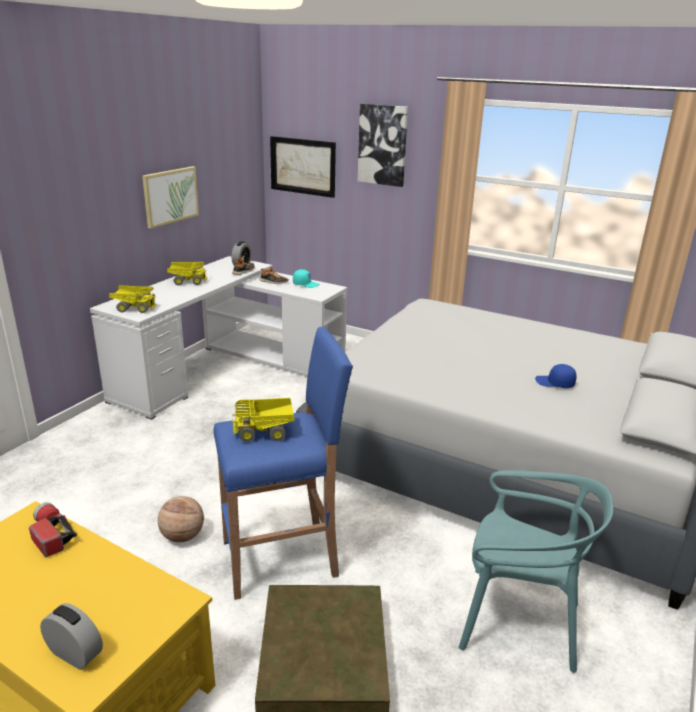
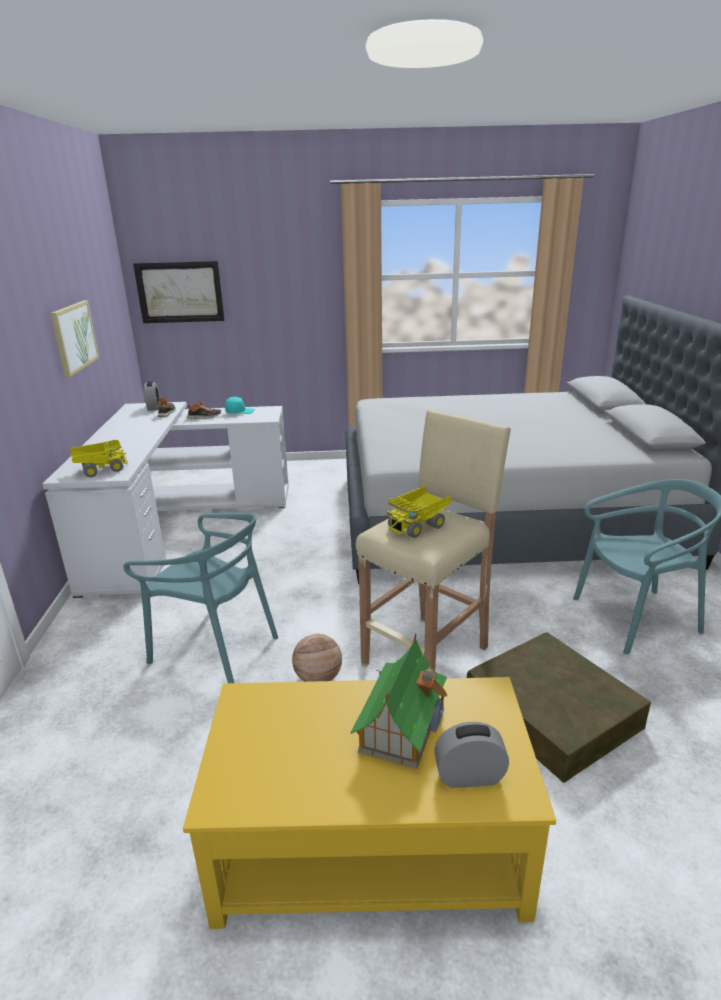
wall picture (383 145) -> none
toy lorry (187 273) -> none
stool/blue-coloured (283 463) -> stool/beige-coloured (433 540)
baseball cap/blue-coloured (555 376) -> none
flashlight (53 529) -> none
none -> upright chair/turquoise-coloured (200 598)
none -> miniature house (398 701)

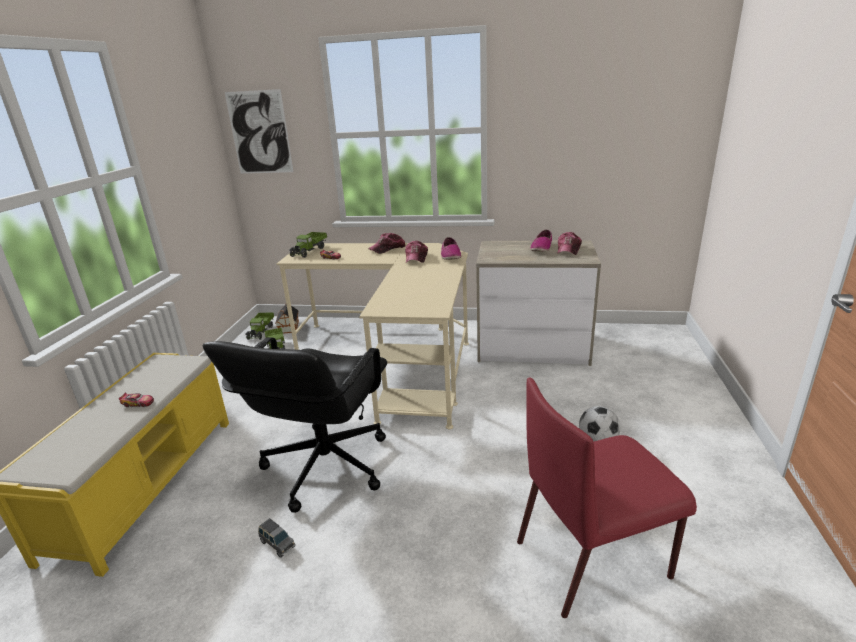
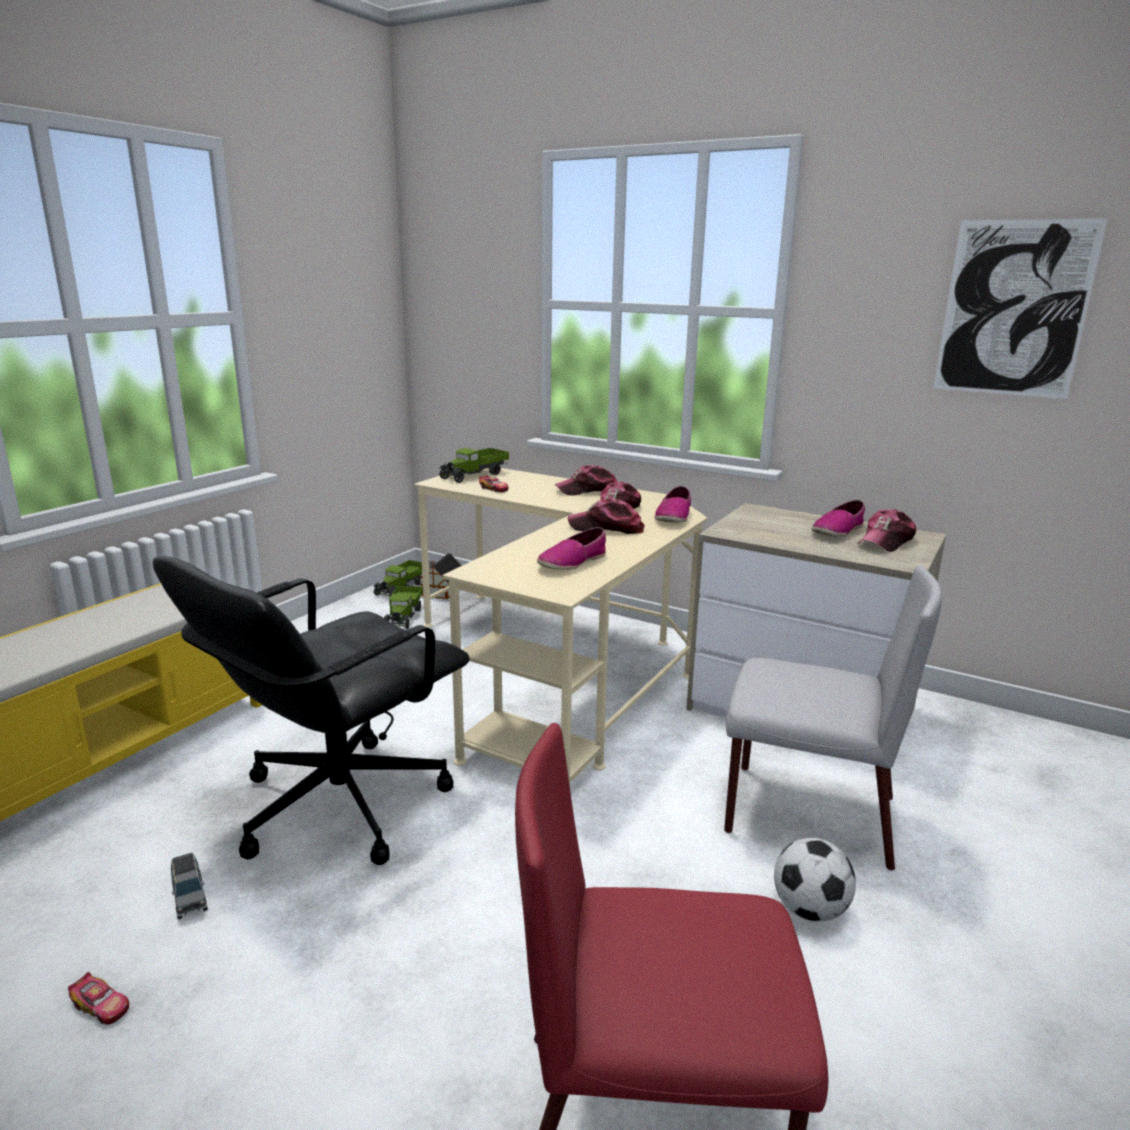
wall picture (259 131) -> wall picture (1020 309), shifted
miniature car (136 400) -> miniature car (98 998), shifted
none -> baseball cap (606 516)
none -> item of footwear (571 548)
none -> upright chair/grey (833 718)

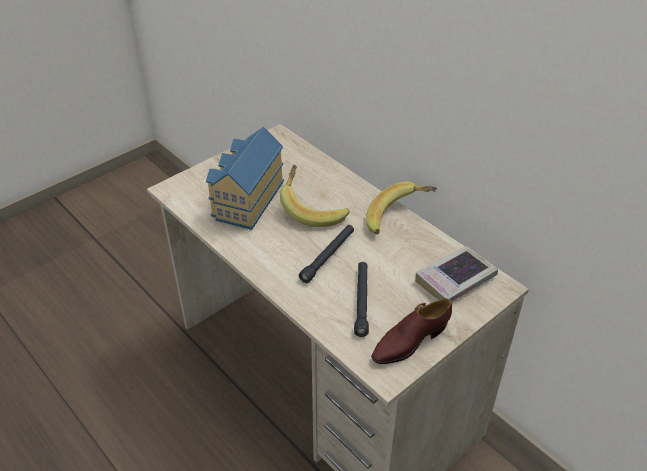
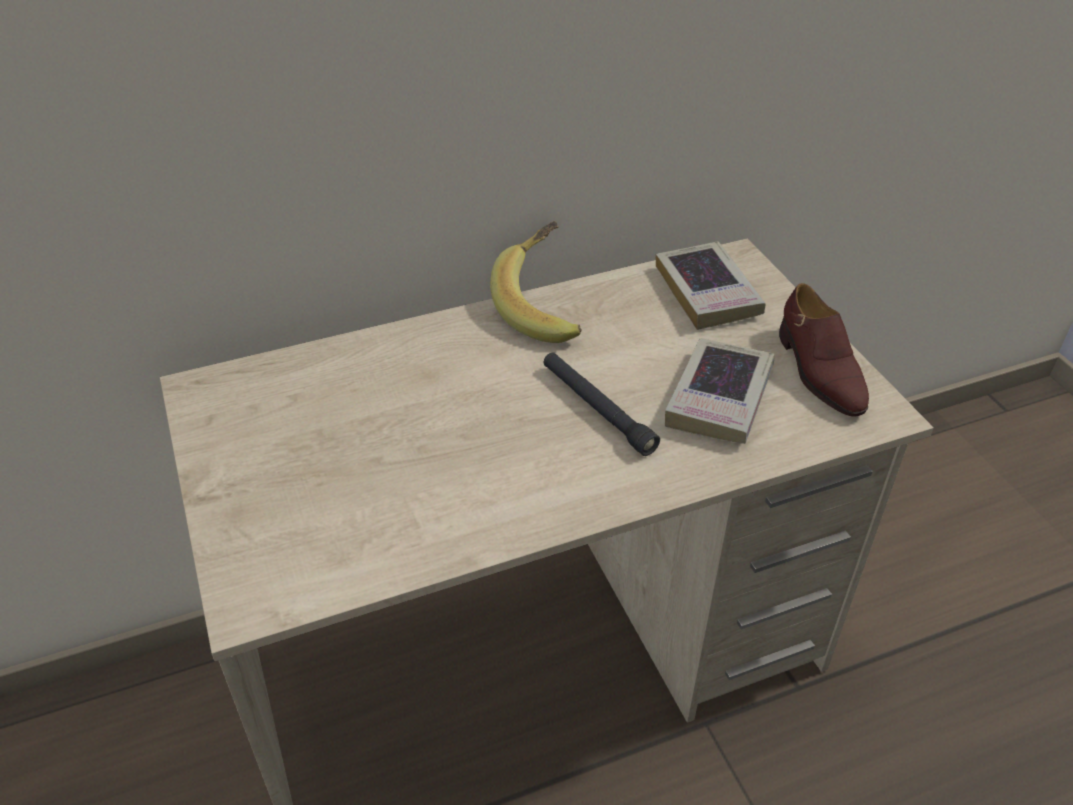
miniature house (245 178) -> none
whole banana (315 196) -> none
flashlight/black (361 299) -> book (719 391)

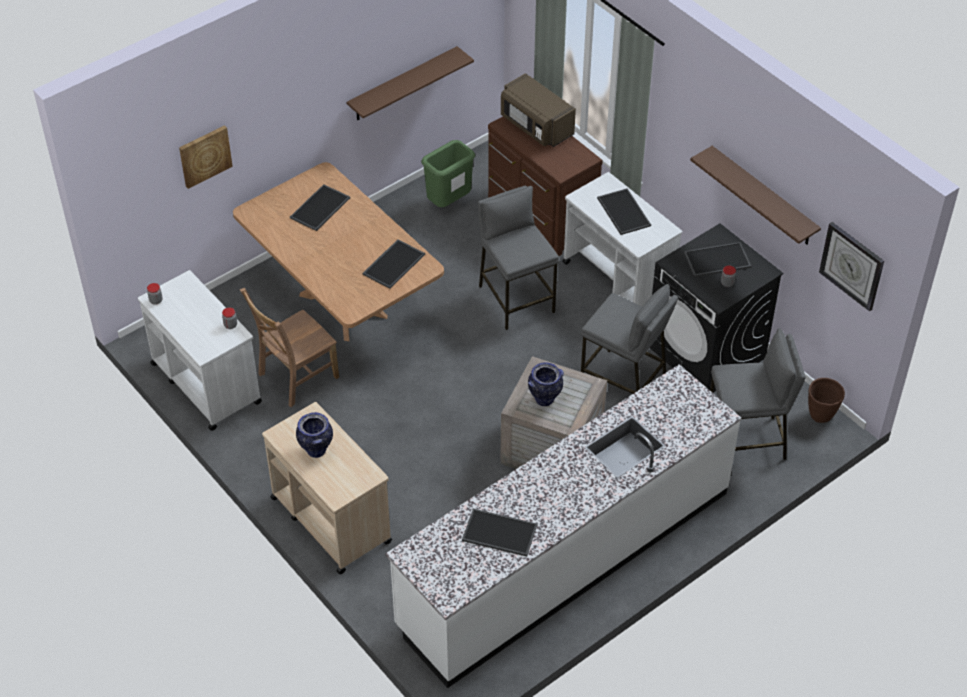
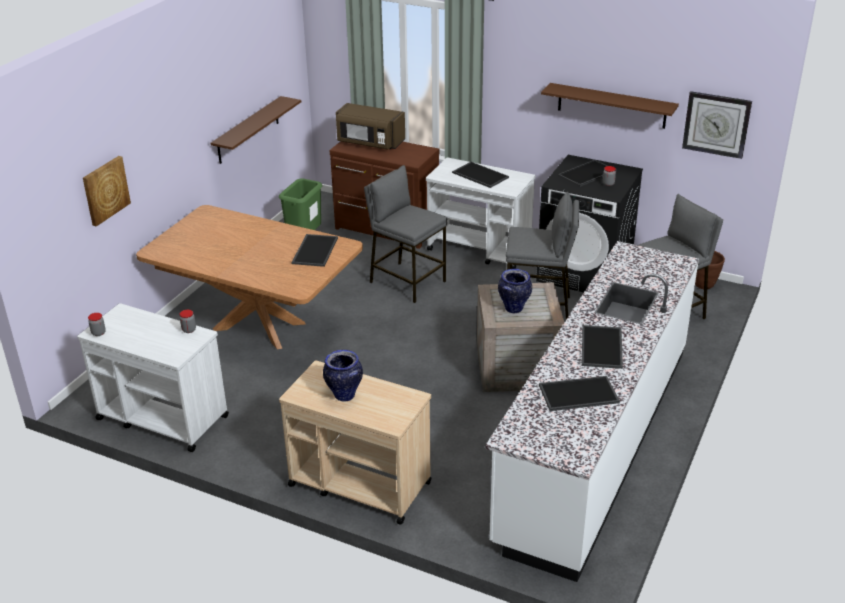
serving tray (320 207) -> serving tray (602 347), shifted
upright chair/brown (289 347) -> none

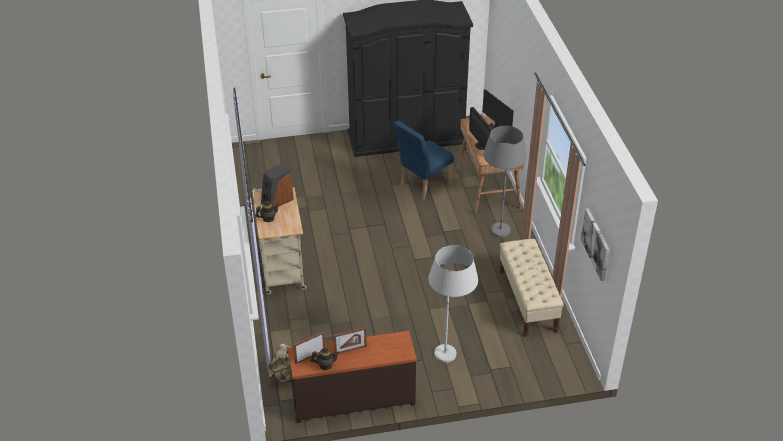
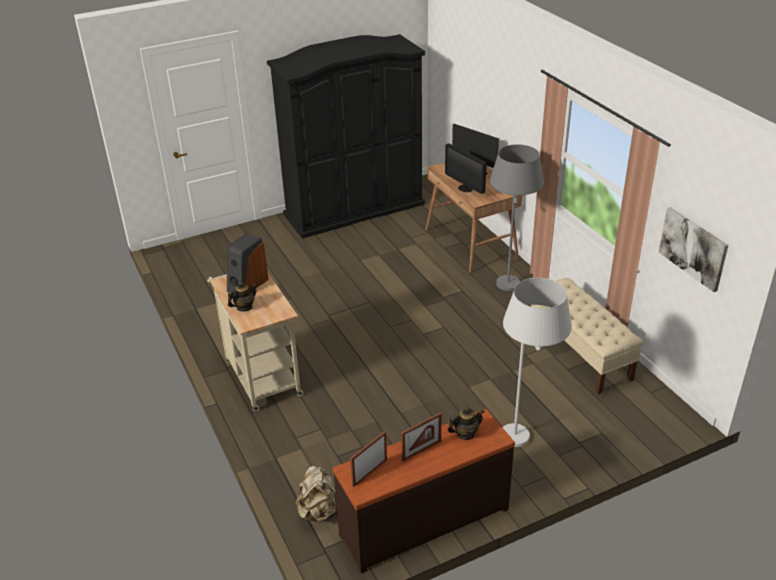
upright chair/blue-coloured (424 161) -> none
tea pot (325 358) -> tea pot (466 423), shifted

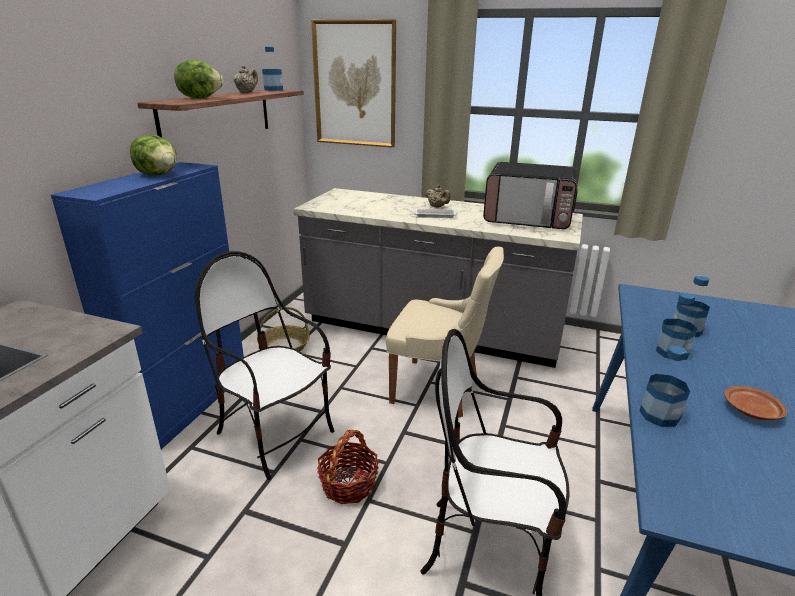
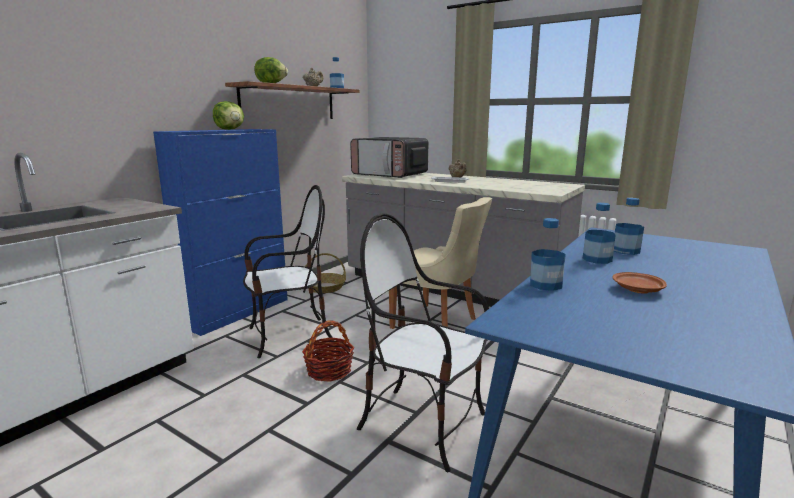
wall picture (353 83) -> none
microwave (530 195) -> microwave (389 157), shifted
upright chair (264 365) -> upright chair (288 271), 105 degrees clockwise

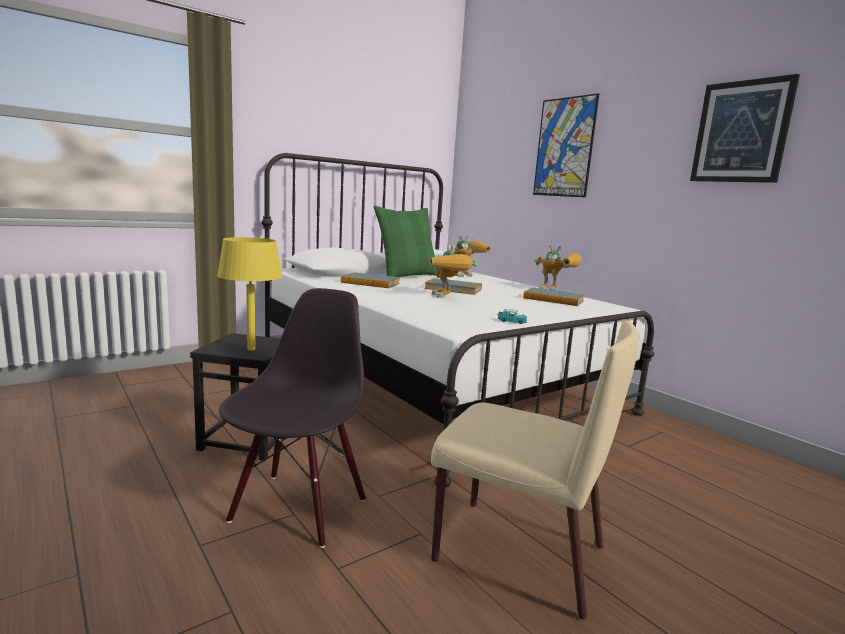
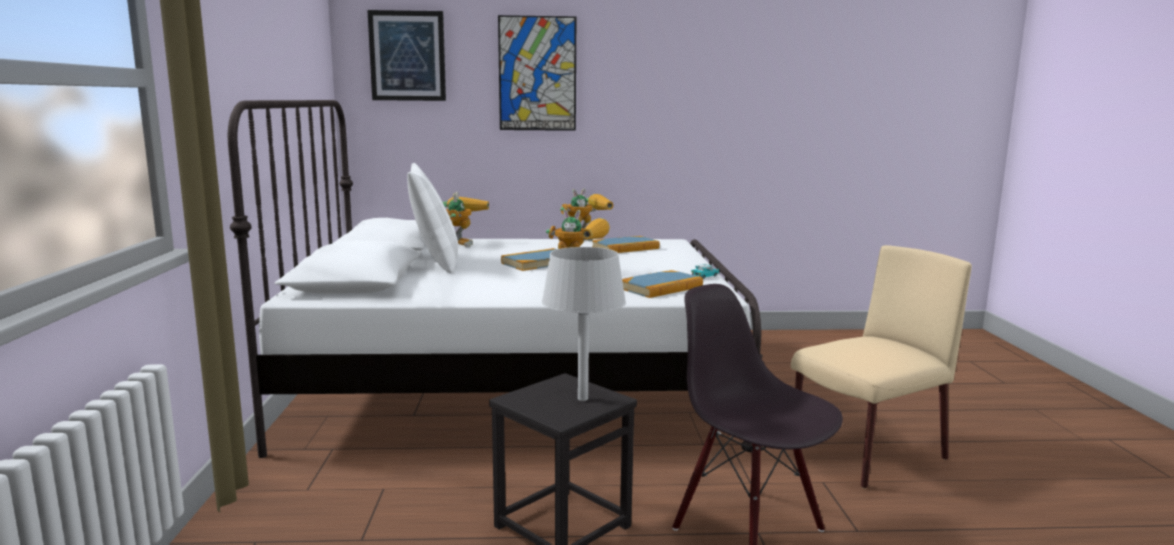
wall picture (745 128) -> wall picture (406 55), shifted
throw pillow/green (406 241) -> throw pillow/white (432 218)
tabletop lamp/yellowish (249 293) -> tabletop lamp/grey (584 324)
book (370 280) -> book (662 284), shifted

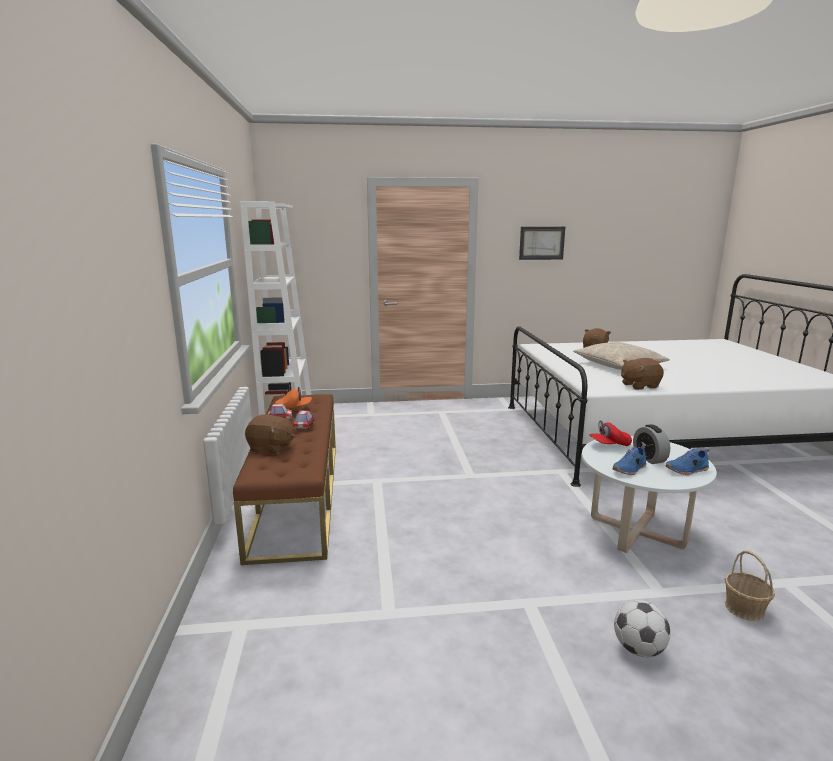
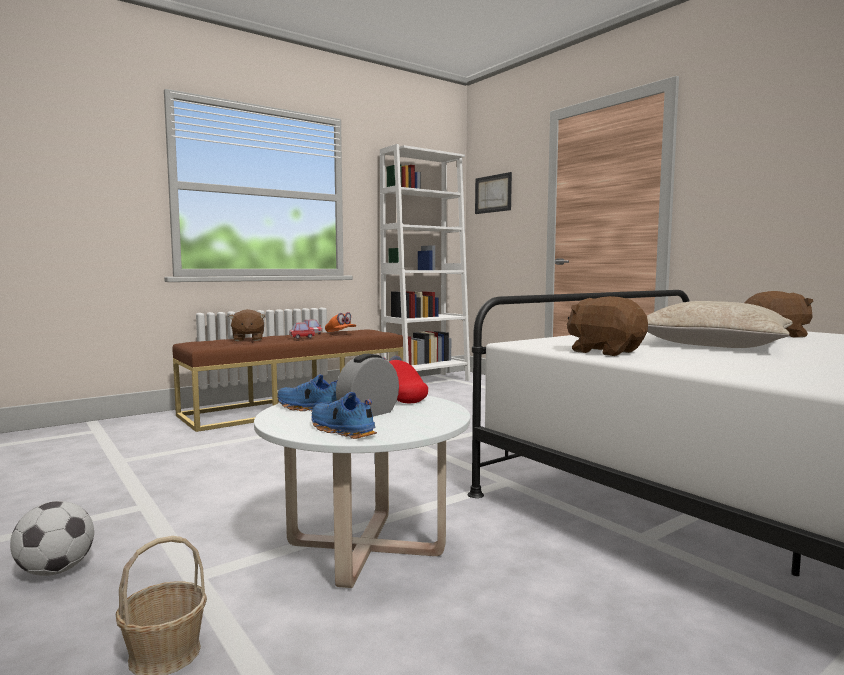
wall picture (542 243) -> wall picture (493 193), shifted

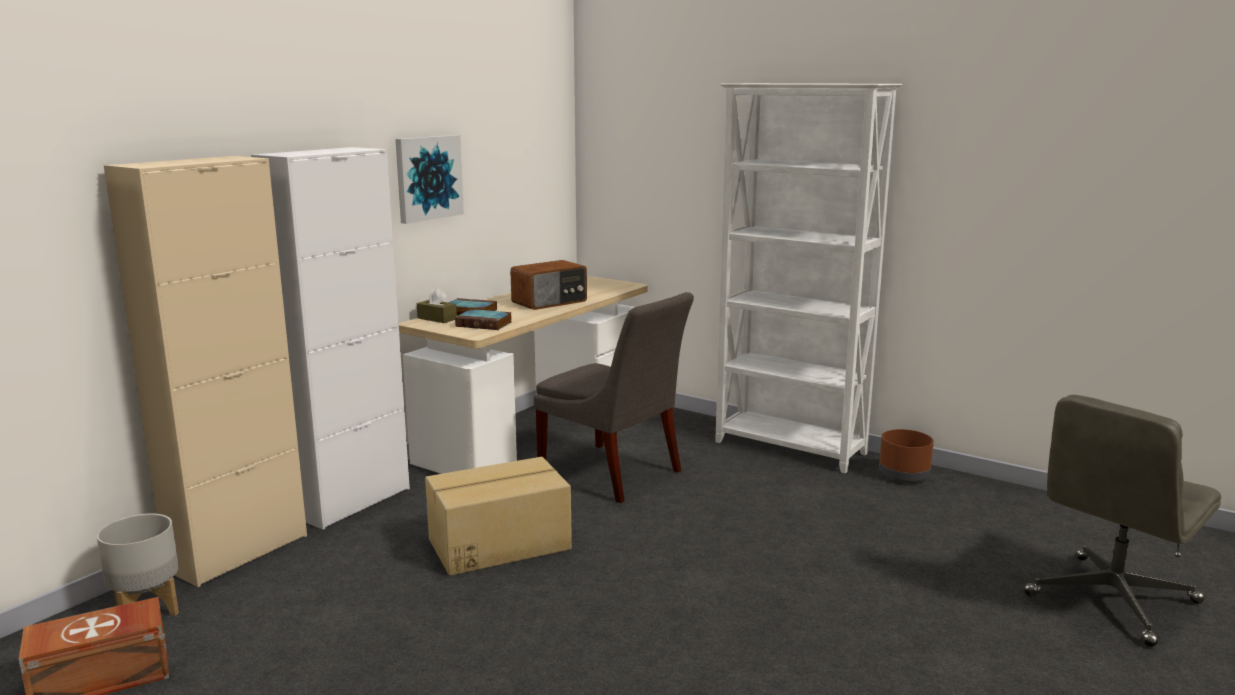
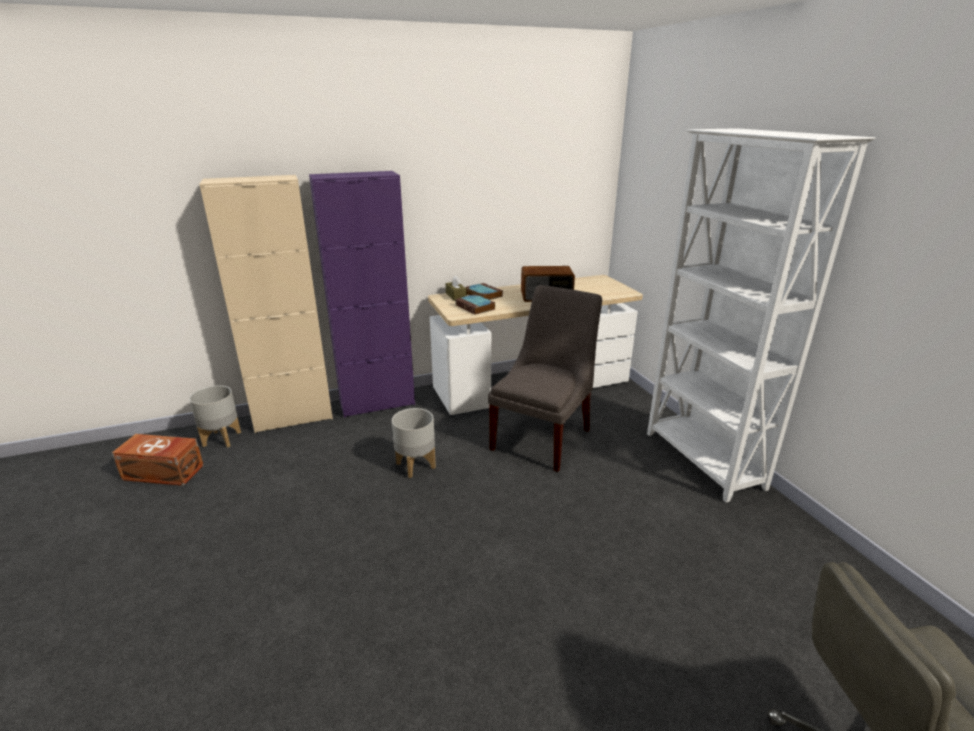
wall picture (429 179) -> none
cupboard/white (330 338) -> cupboard/purple (362 294)
upright chair/grey (614 397) -> upright chair/grey (545 378), 135 degrees counterclockwise
flower pot/brown (906 455) -> none
cardboard box (498 516) -> flower pot/grey (414 443)

